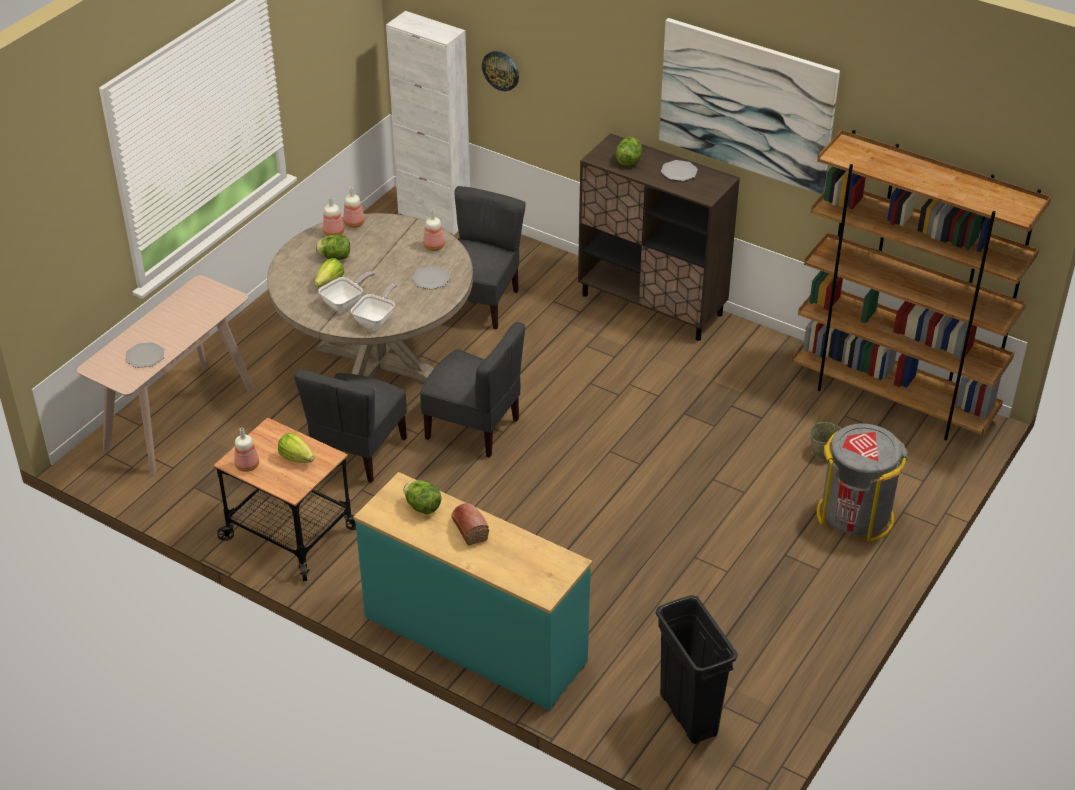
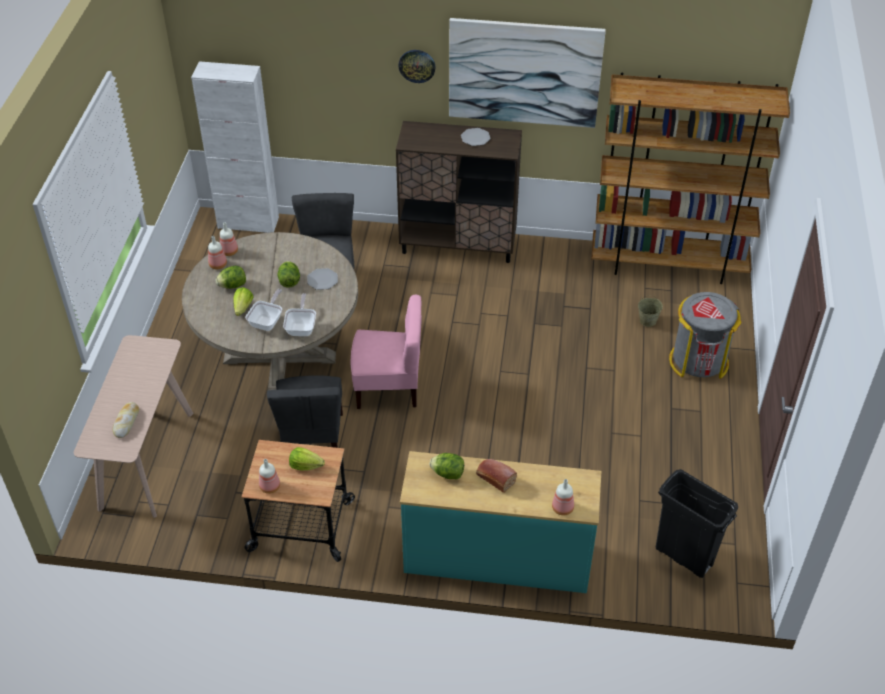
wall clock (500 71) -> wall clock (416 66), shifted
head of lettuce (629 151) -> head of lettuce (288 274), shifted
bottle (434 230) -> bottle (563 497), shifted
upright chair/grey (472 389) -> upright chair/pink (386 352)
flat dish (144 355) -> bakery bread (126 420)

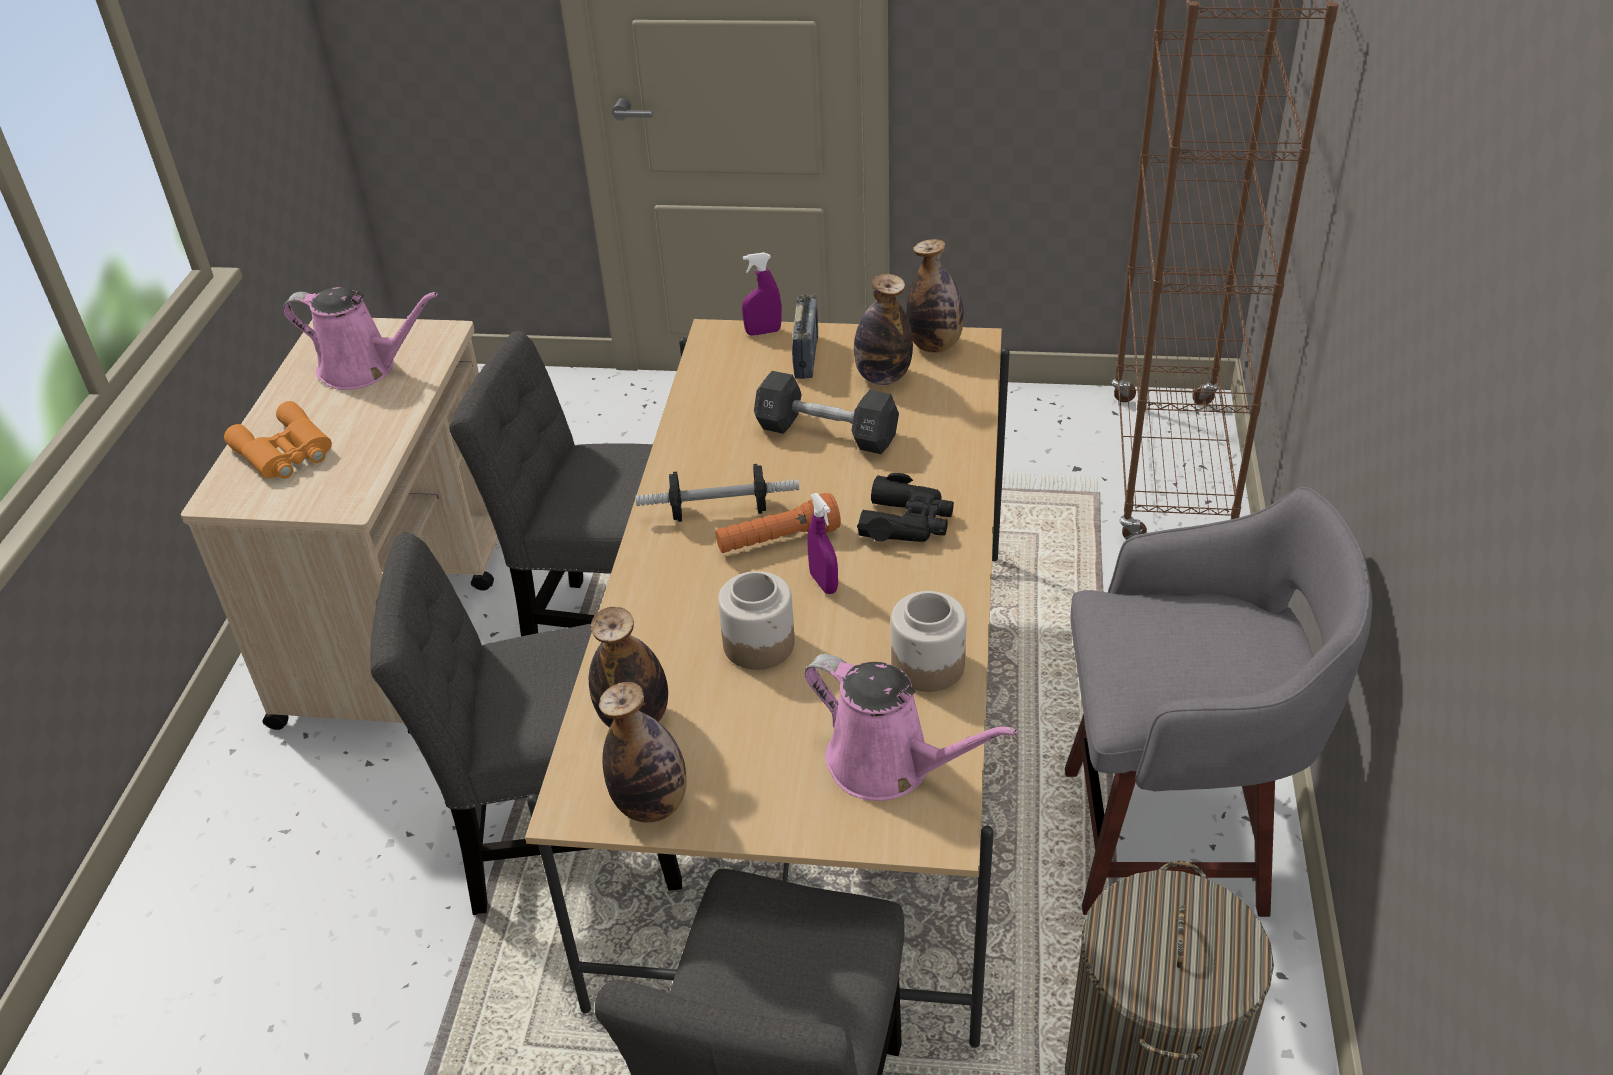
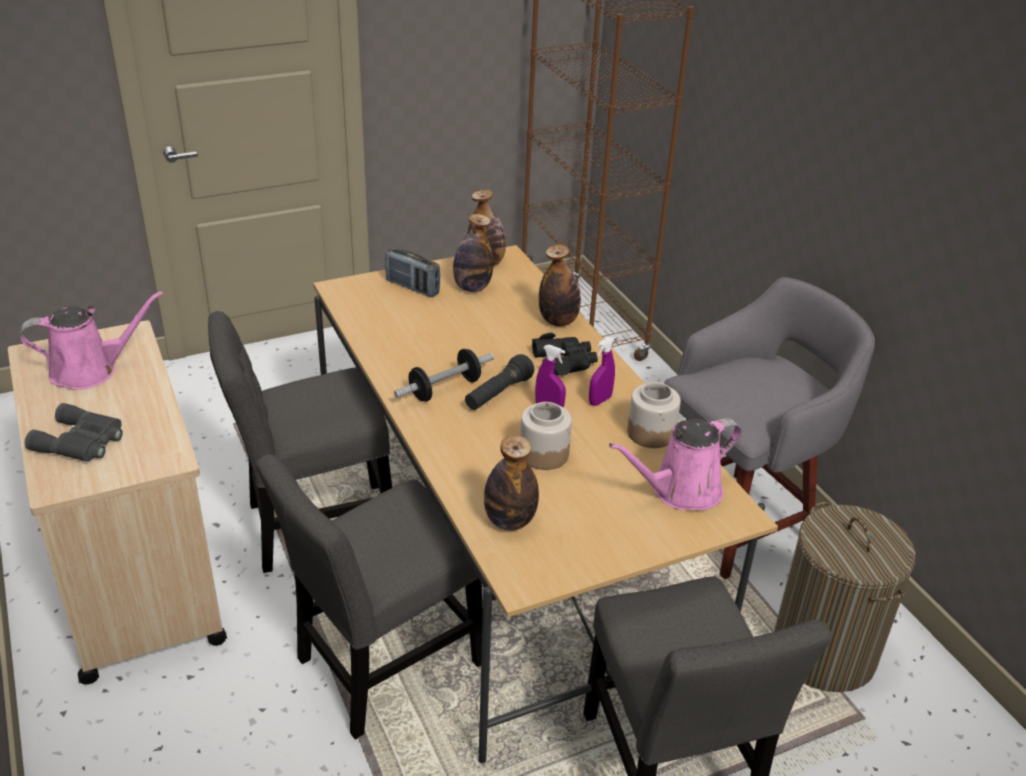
spray bottle/purple (762 294) -> spray bottle/purple (602 371), shifted
radio set (805 336) -> radio set (412 272), 150 degrees clockwise
dumbbell/black (826 412) -> none
binoculars/orange-coloured (278 440) -> binoculars/grey (74 432)
flashlight/orange-coloured (778 523) -> flashlight/black (499 382)
watering pot/pink (911 727) -> watering pot/pink (675 464), 150 degrees clockwise
bottle (643 752) -> bottle (560 285), shifted

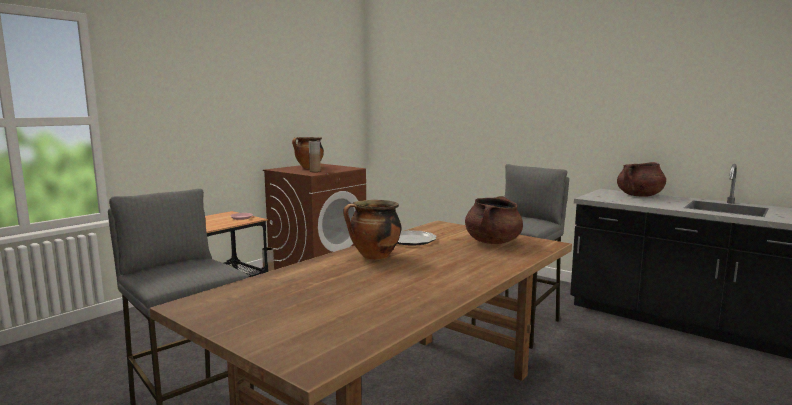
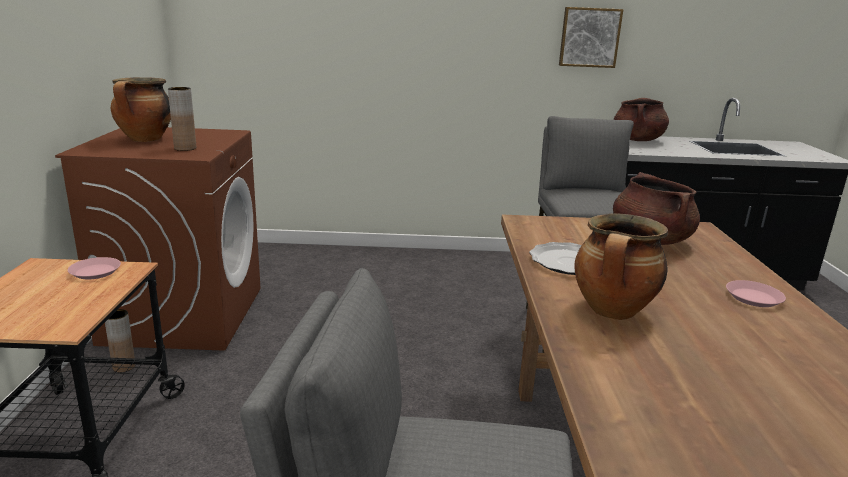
none -> wall picture (591 37)
none -> flat dish/pink (756 293)

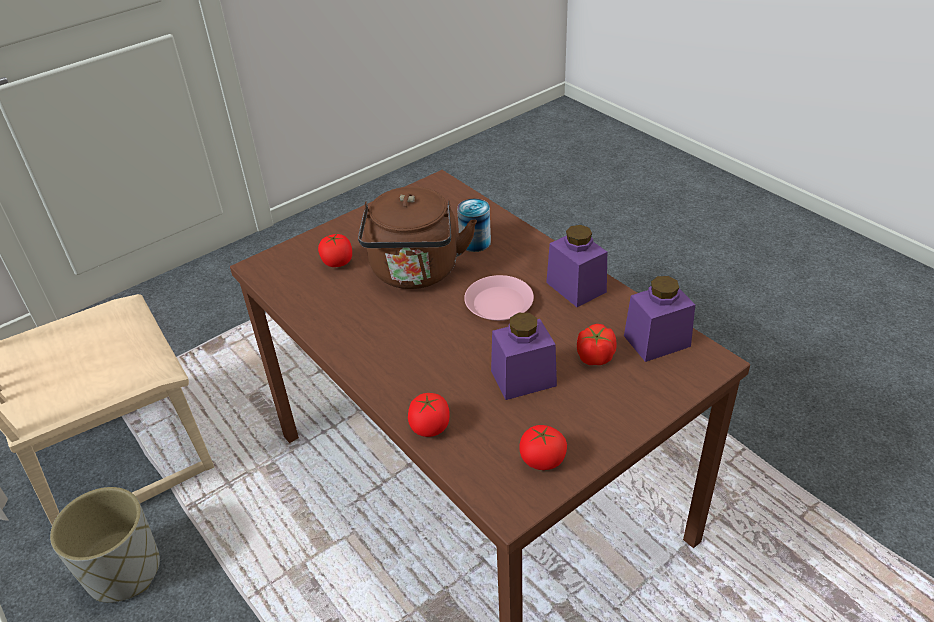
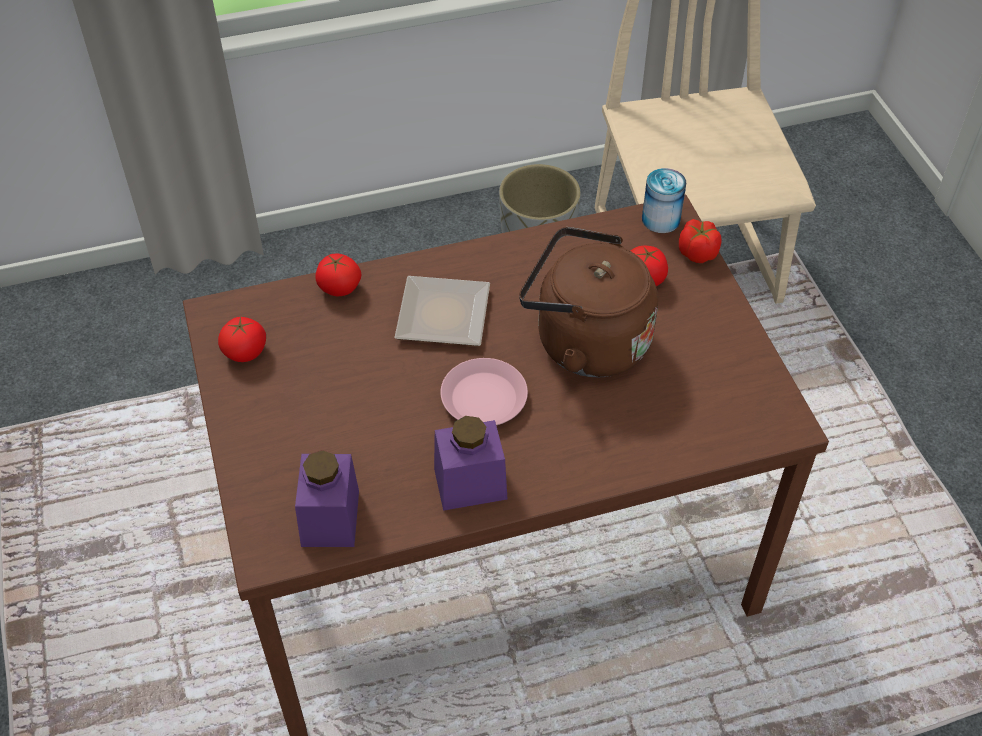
sealed can (474 225) -> sealed can (664 200), shifted
storage jar/purple (524 356) -> none
tomato (597 344) -> tomato (700 241), shifted
none -> flat dish (442 311)

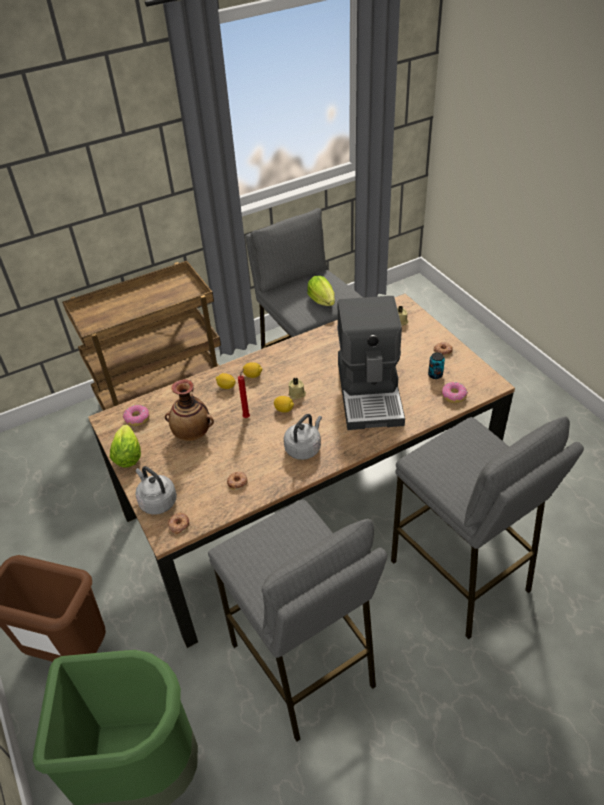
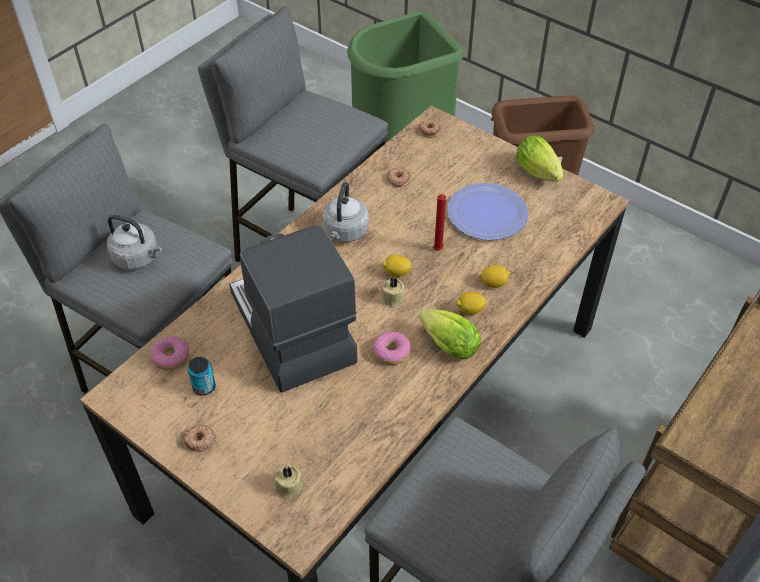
head of lettuce (321 291) -> head of lettuce (450 334), shifted
vase (189 410) -> flat dish (488 211)
donut (136 415) -> donut (391 348), shifted
tea kettle/grey (156 490) -> tea kettle/grey (134 242), shifted

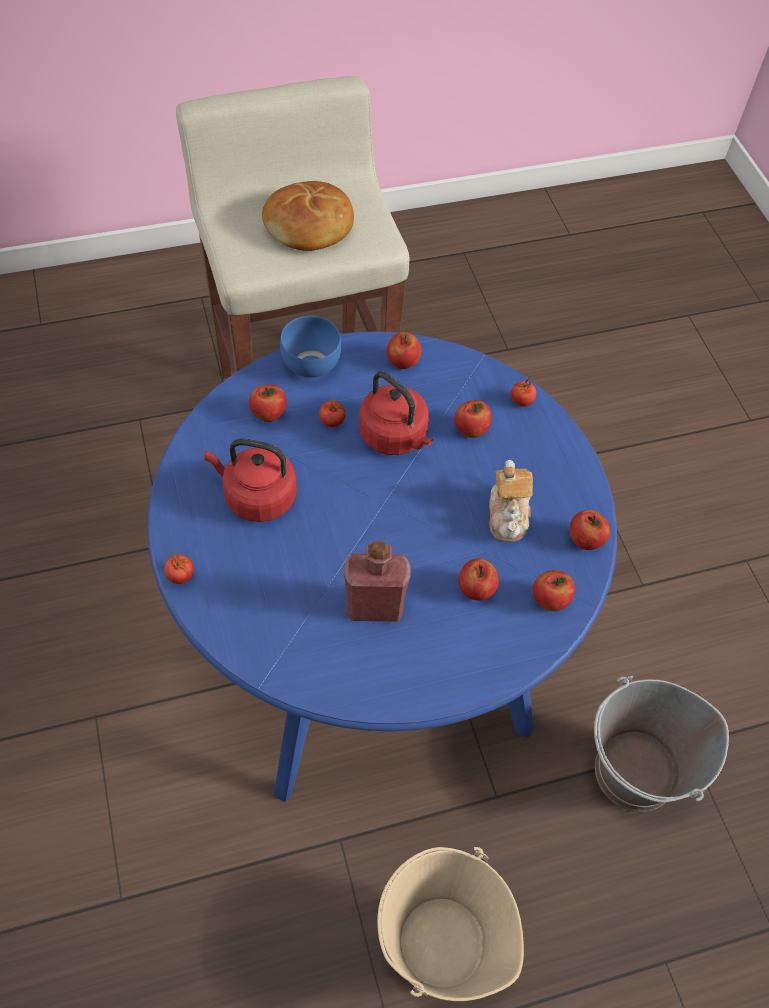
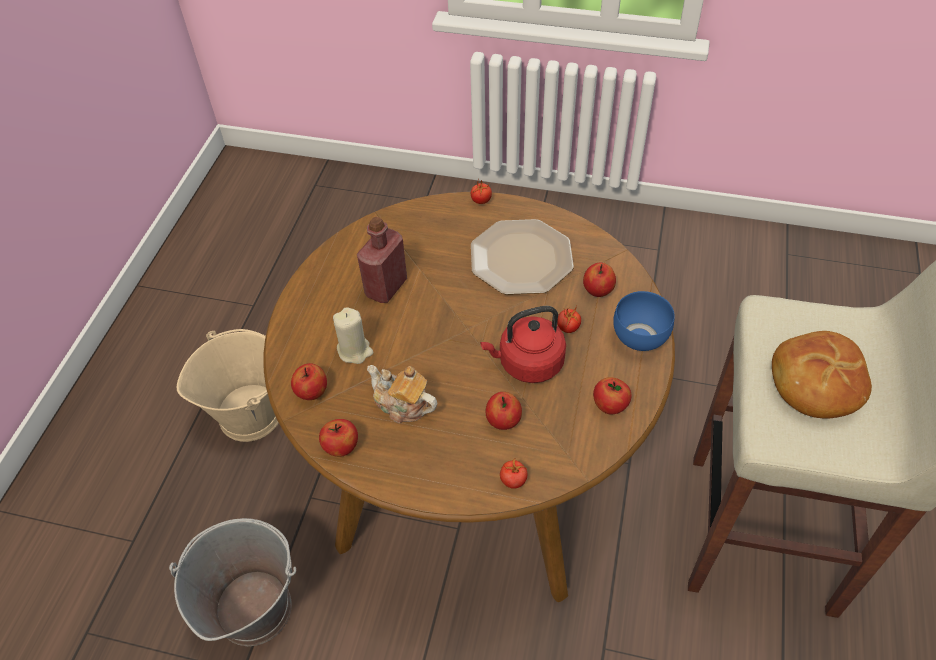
dinner table/blue-coloured (382 566) -> dinner table/brown (469 397)
tea kettle/reddish (250 480) -> flat dish (522 257)
whole apple (478 579) -> candle/beige-coloured (353 335)

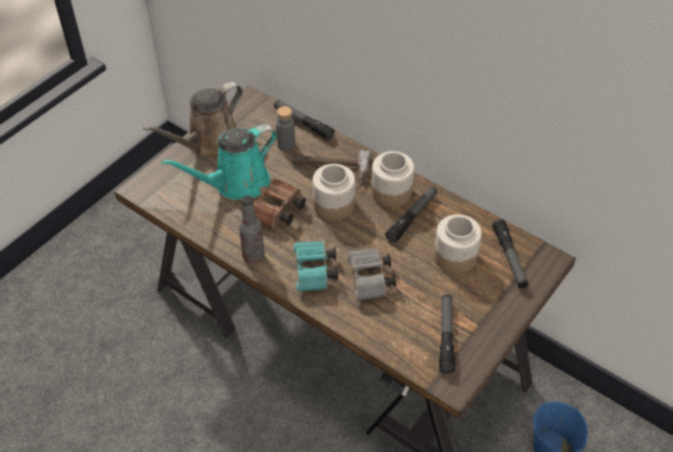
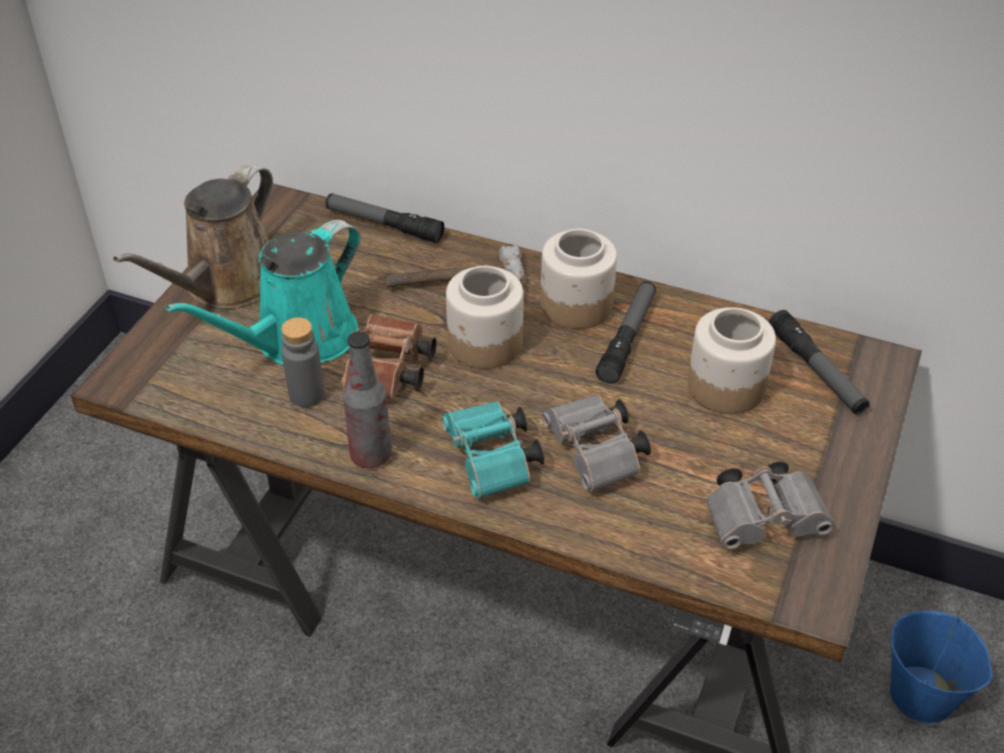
bottle/grey (285 128) -> bottle/grey (303 362), shifted
flashlight (447 334) -> binoculars/grey (770 505)

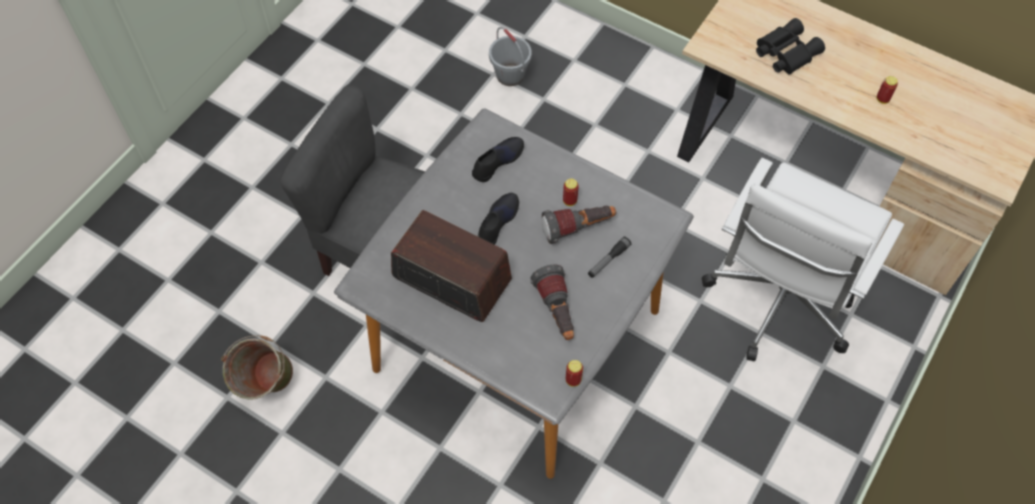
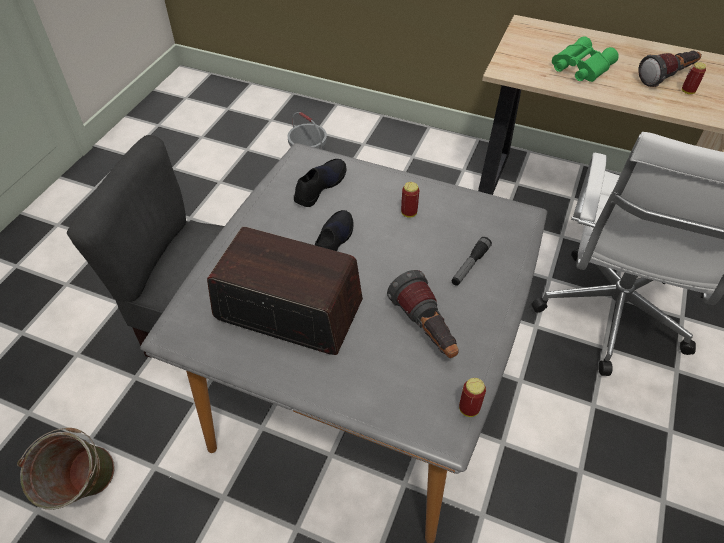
binoculars/black (790 46) -> binoculars/green (585 59)
flashlight (579 225) -> flashlight (670 69), shifted

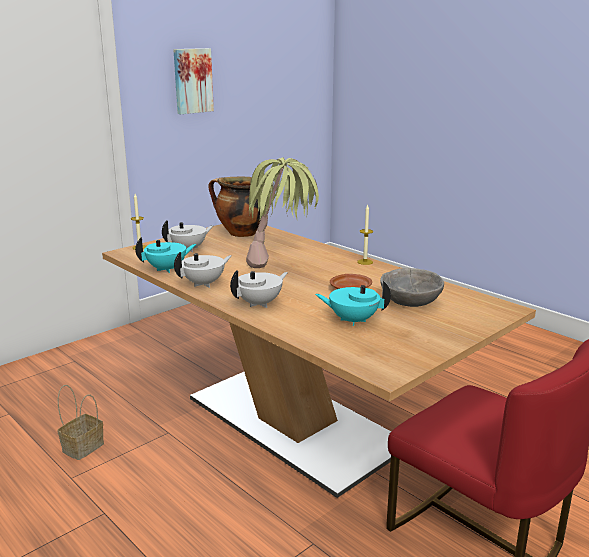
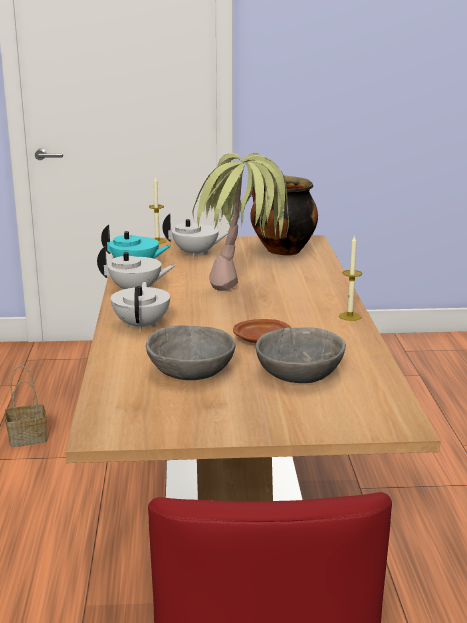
wall picture (193 81) -> none
tea pot/white (259 289) -> tea pot/white (140 306), 90 degrees counterclockwise
tea pot/turquoise-coloured (353 303) -> serving bowl/grey (190 353)

